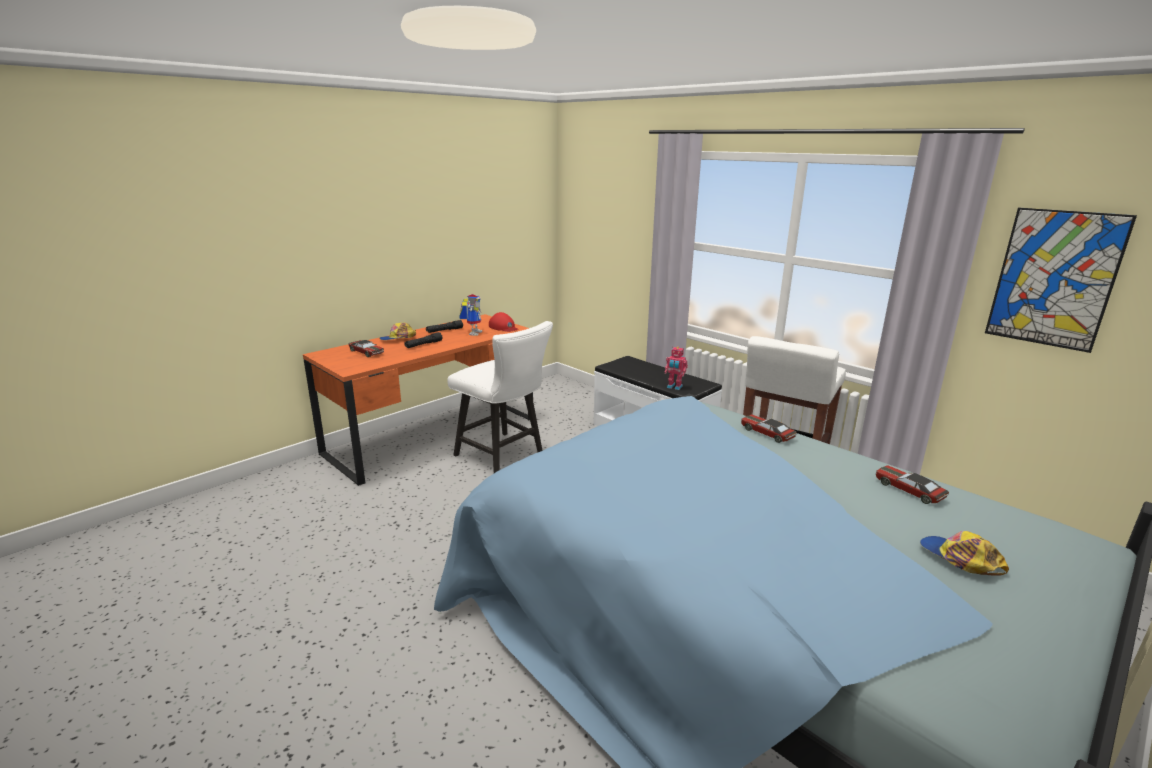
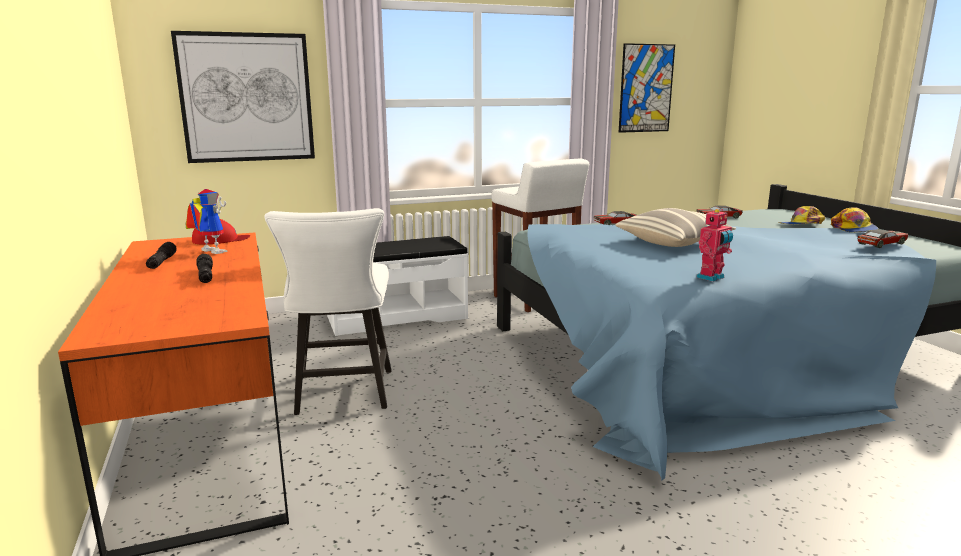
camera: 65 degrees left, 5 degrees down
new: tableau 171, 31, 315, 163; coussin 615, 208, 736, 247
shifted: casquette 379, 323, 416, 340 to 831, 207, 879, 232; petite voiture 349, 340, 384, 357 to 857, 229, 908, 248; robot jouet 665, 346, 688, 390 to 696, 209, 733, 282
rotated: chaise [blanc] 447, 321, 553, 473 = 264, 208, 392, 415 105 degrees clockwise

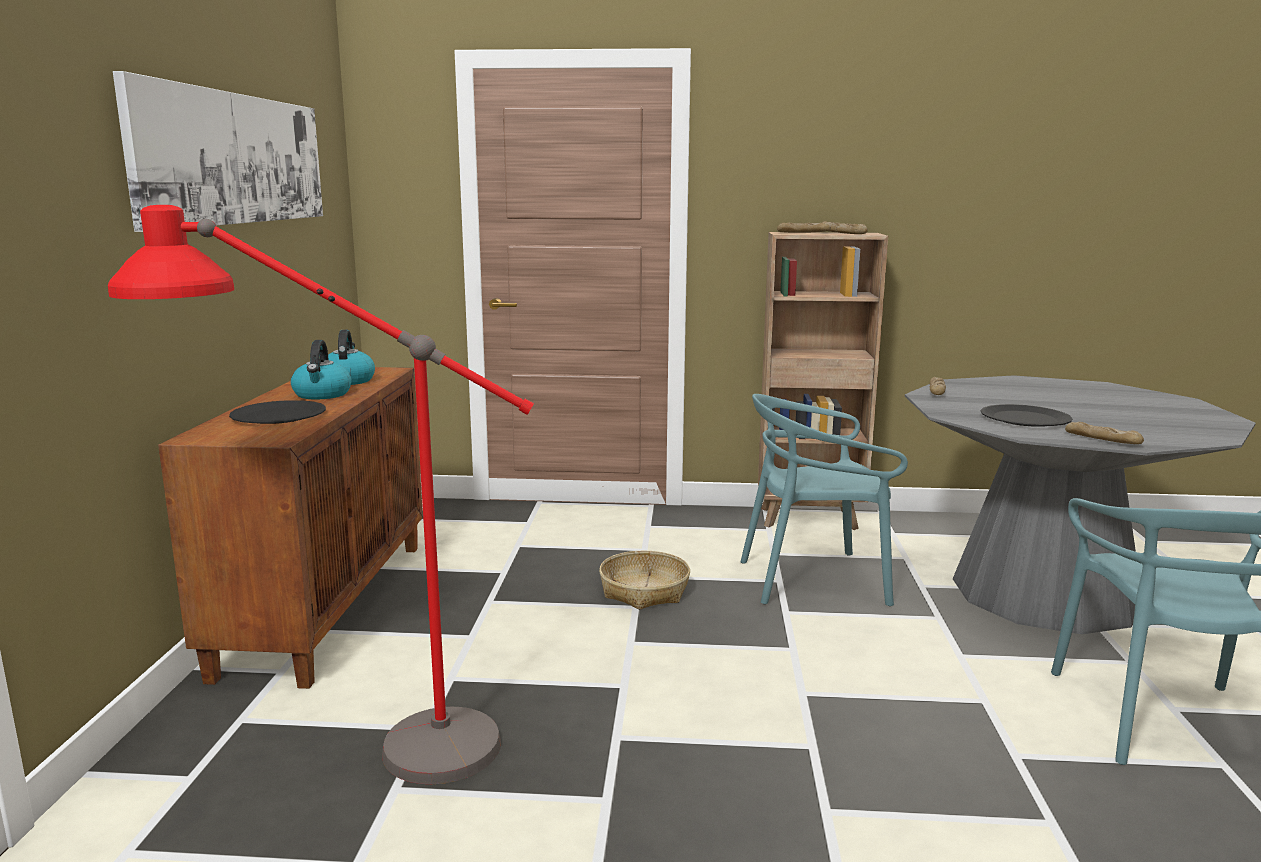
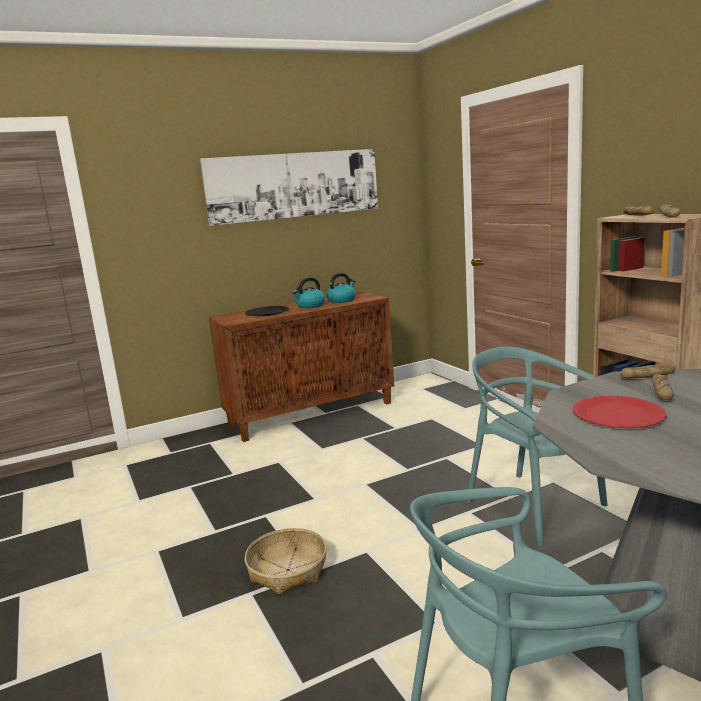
camera: 60 degrees right, 0 degrees up
gone: lampadaire [rouge] 108, 205, 534, 784
shifted: pain 1065, 422, 1144, 444 to 652, 374, 674, 400; panier 599, 551, 690, 610 to 245, 528, 327, 595
repainted: assiette [noir] 981, 404, 1073, 427 to assiette [rouge] 573, 396, 667, 428

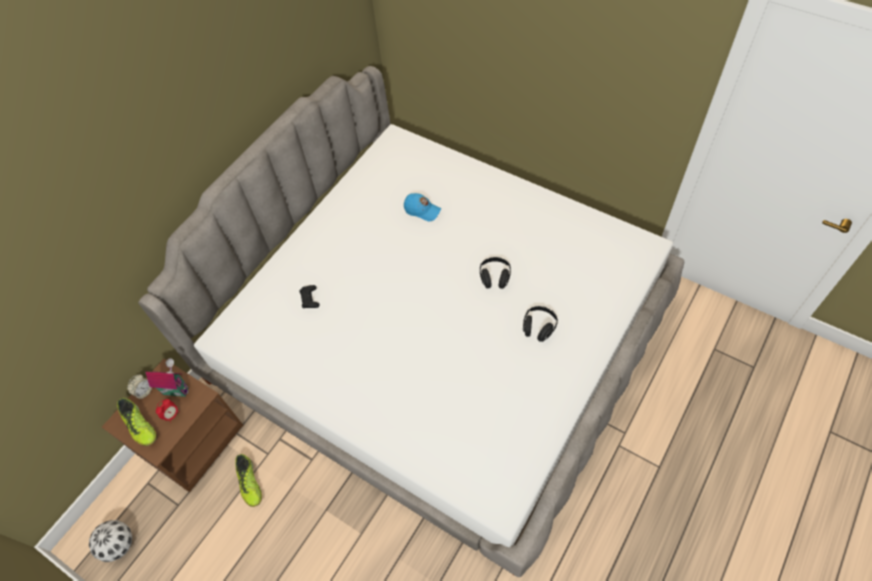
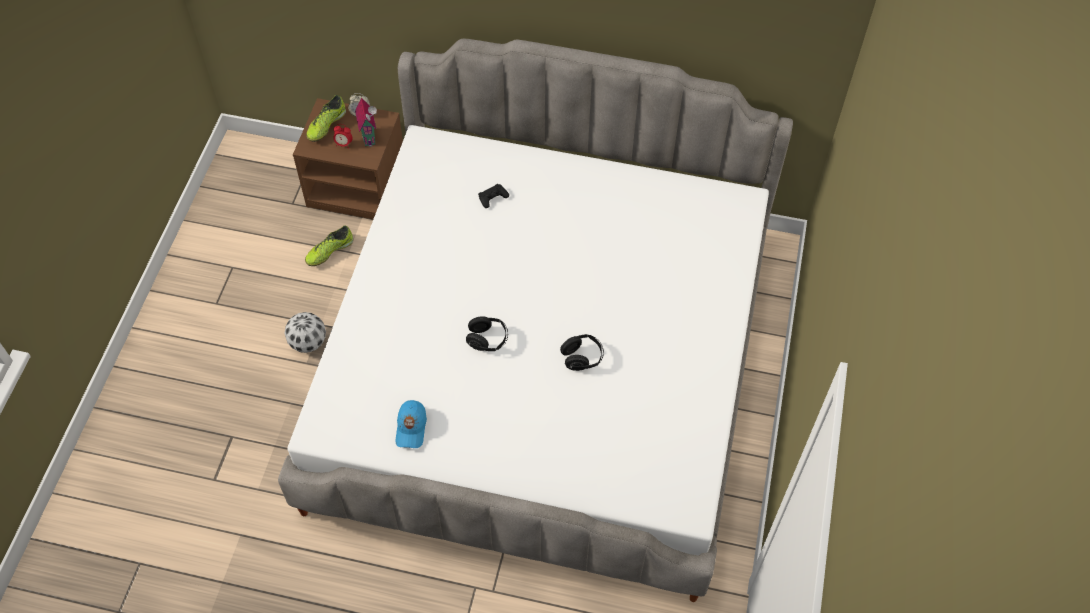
camera: 65 degrees right, 0 degrees up
shifted: casquette [bleu] 404, 193, 441, 222 to 396, 400, 427, 448; casque audio [noir] 523, 306, 558, 342 to 466, 316, 508, 351; ballon de foot 89, 520, 132, 562 to 285, 312, 326, 353

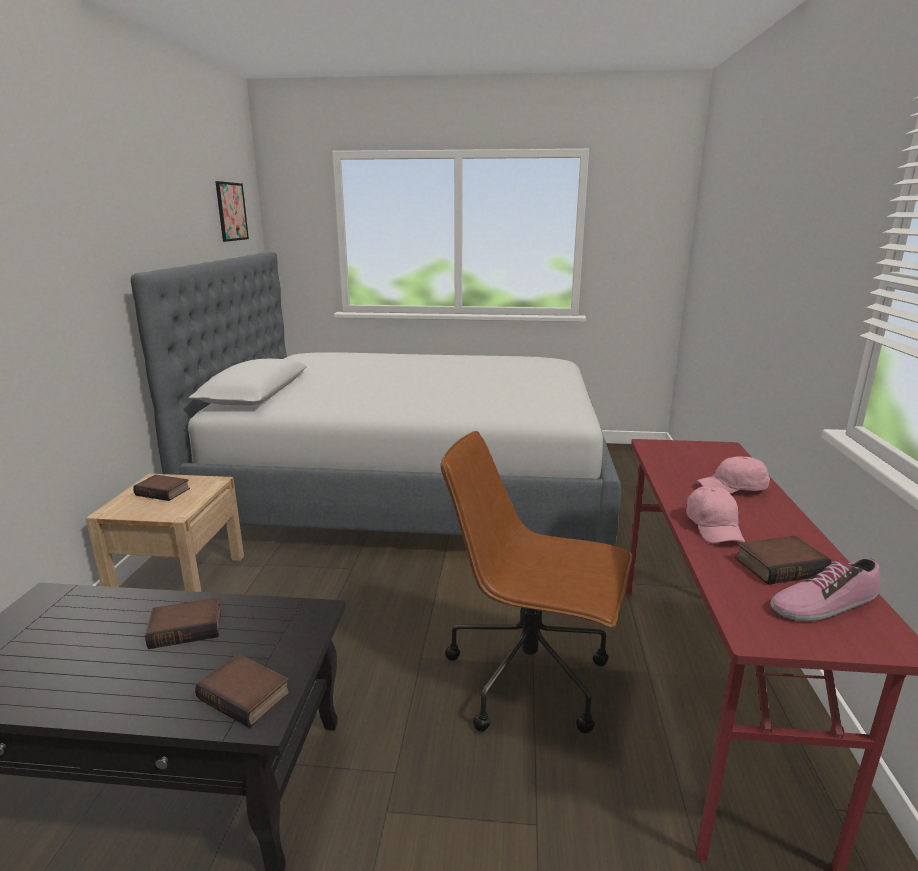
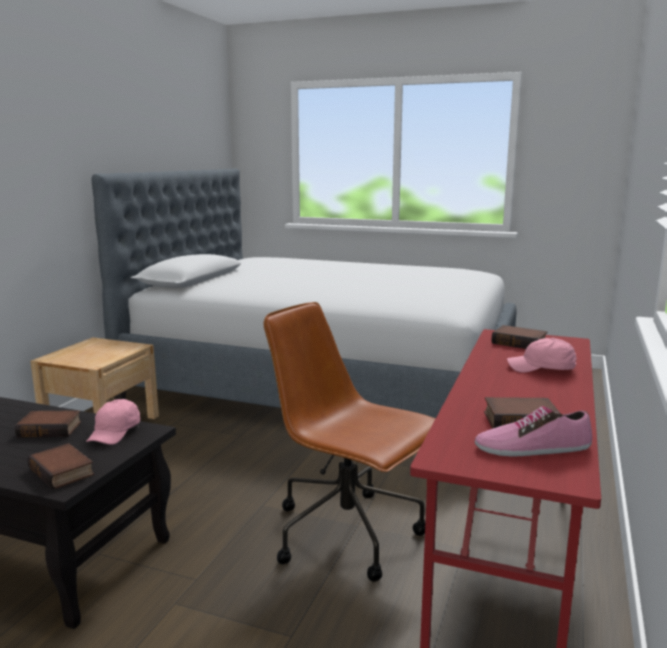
camera: 15 degrees right, 5 degrees down
gone: tableau 215, 181, 249, 242
shifted: livre 133, 475, 190, 501 to 491, 325, 548, 349; casquette [rose] 686, 486, 745, 543 to 86, 399, 140, 445

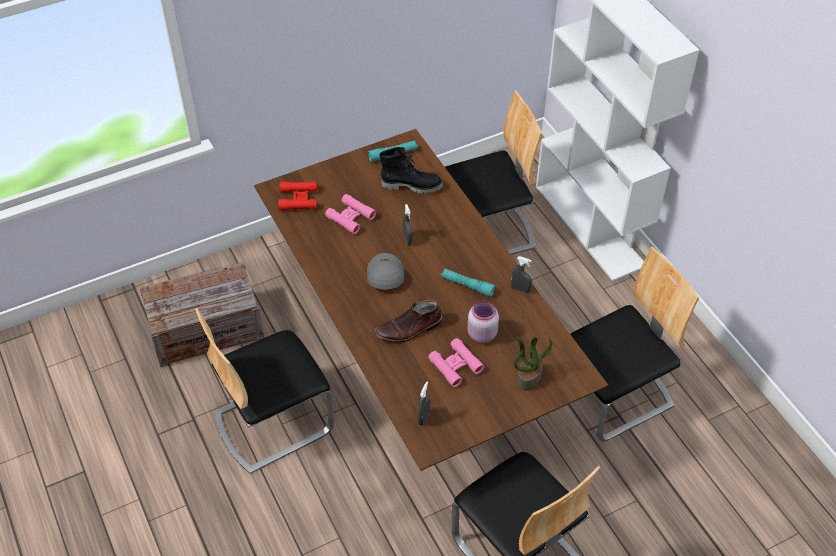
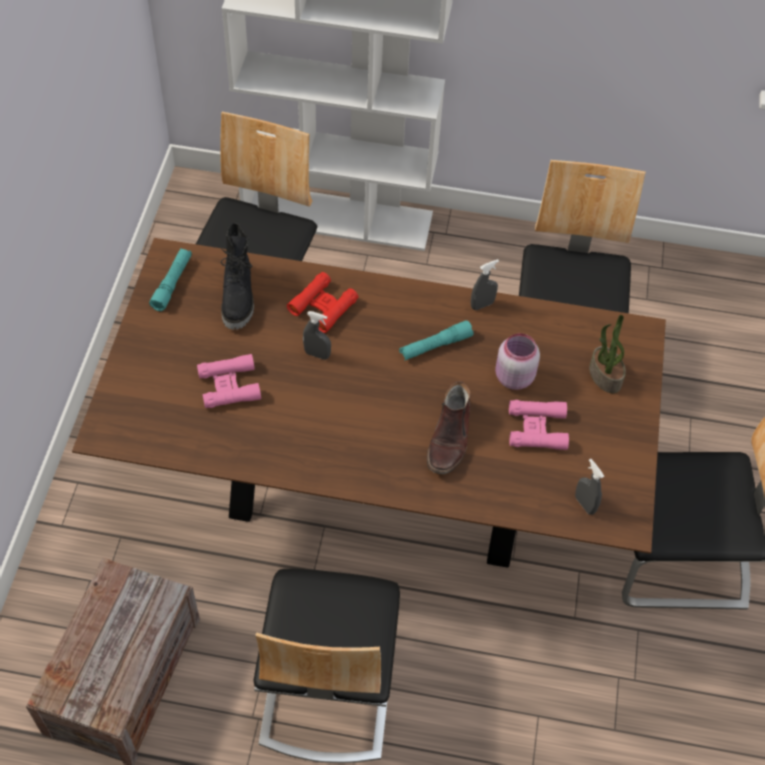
camera: 55 degrees left, 5 degrees up
gone: casquette [gris] 367, 253, 404, 290
shifted: jumelles [rouge] 278, 181, 318, 210 to 287, 272, 358, 333
rotated: botte [noir] 379, 147, 443, 194 = 221, 223, 254, 330 135 degrees clockwise

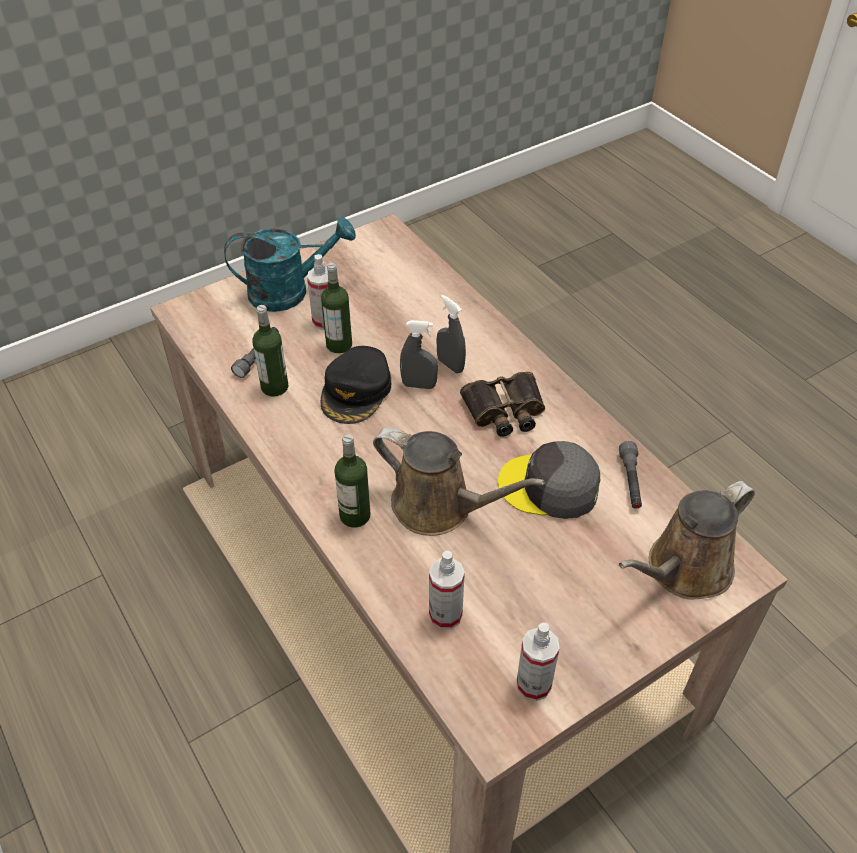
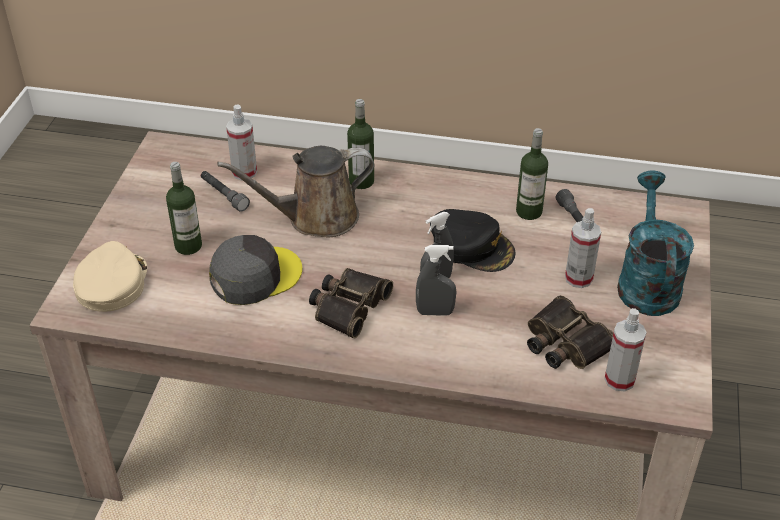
camera: 135 degrees right, 5 degrees down
new: jumelles 527, 295, 614, 369
shifted: bouteille 321, 263, 352, 353 to 166, 162, 202, 255; lampe de poche [gris] 619, 441, 642, 509 to 201, 171, 250, 212; vaporisateur 517, 622, 560, 701 to 604, 308, 647, 391
swapped: arrosoir [marron] 619, 481, 755, 600 to casquette [beige] 73, 241, 147, 312
rotated: arrosoir [turquoise] 224, 217, 356, 312 = 617, 170, 694, 316 150 degrees clockwise; casquette [noir] 321, 346, 391, 424 = 430, 209, 516, 272 150 degrees clockwise

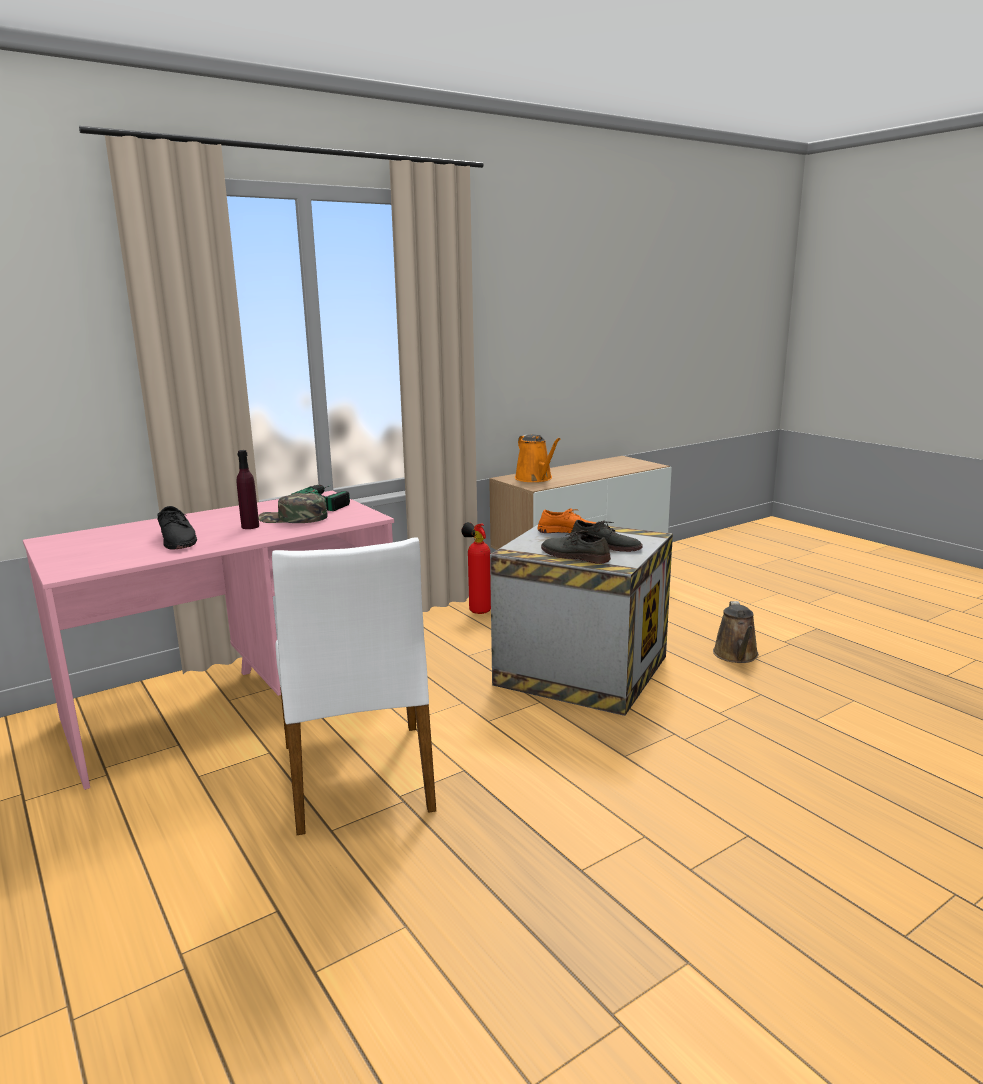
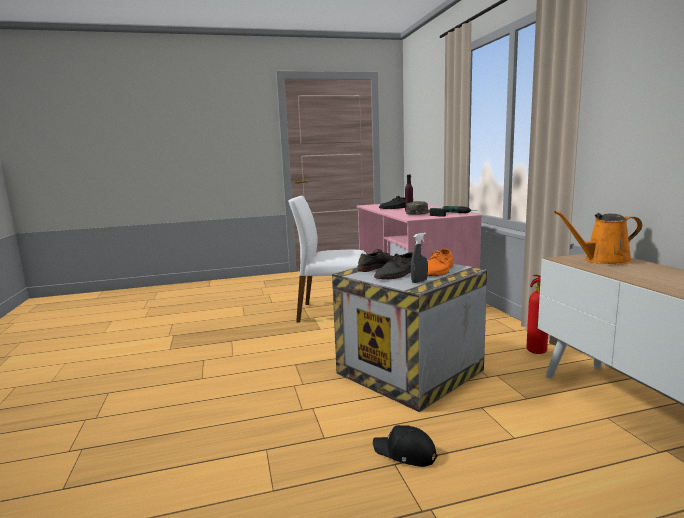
camera: 110 degrees right, 5 degrees down
new: vaporisateur [gris] 411, 233, 428, 283
swapped: arrosoir [marron] 713, 601, 759, 663 to casquette [noir] 373, 425, 437, 467

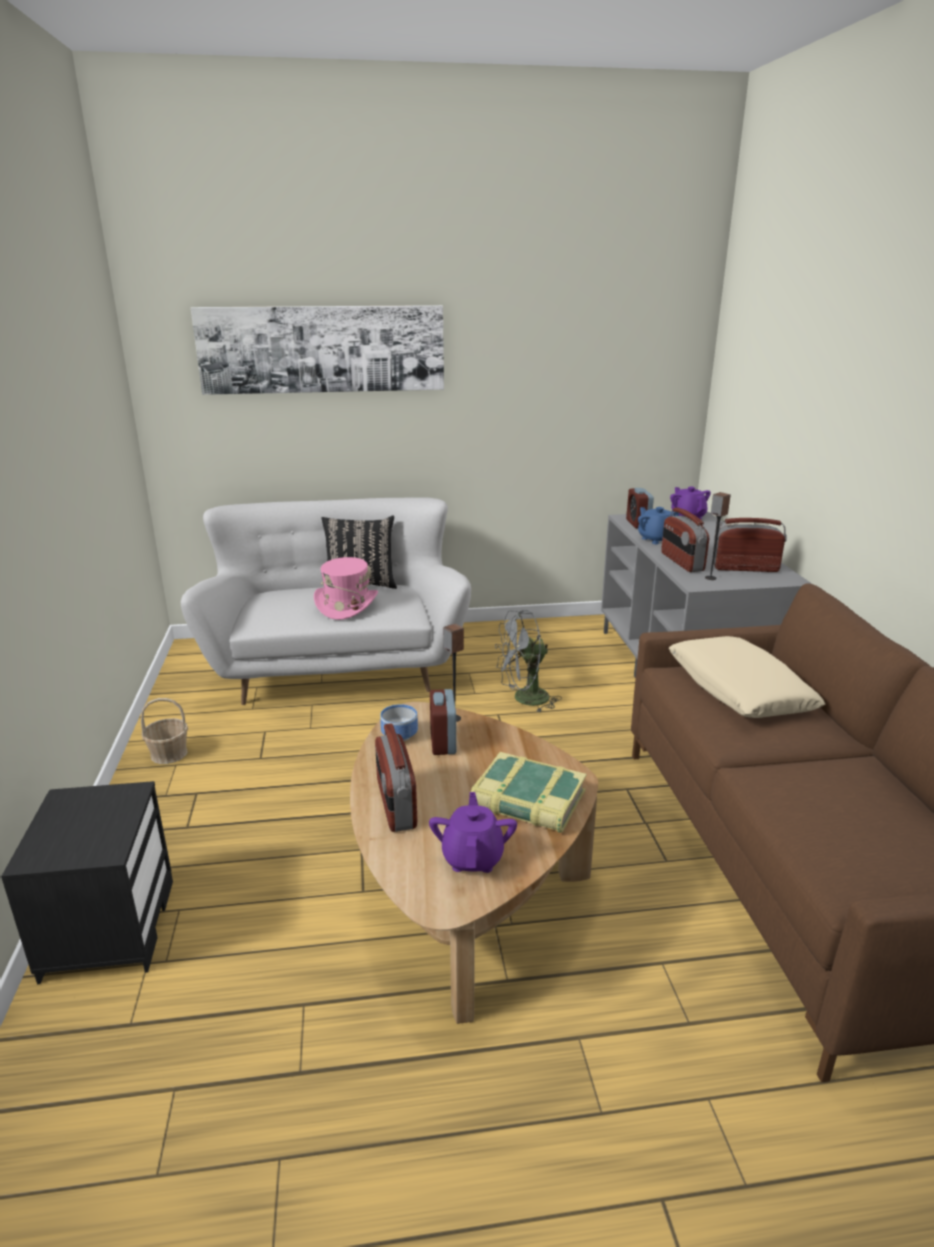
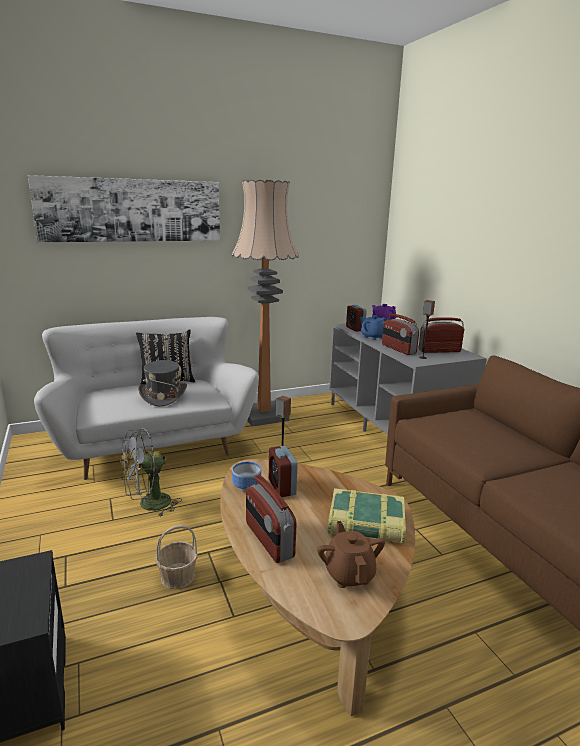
camera: 15 degrees left, 5 degrees down
gone: coussin [beige] 669, 636, 825, 718
new: lampadaire 232, 180, 299, 427
shifted: ventilateur [gris] 495, 610, 562, 713 to 120, 428, 182, 517; panier 141, 698, 188, 764 to 155, 525, 198, 589
repainted: chapeau [rose] 314, 557, 378, 620 to chapeau [gris] 138, 360, 187, 407; théière [violet] 429, 792, 517, 873 to théière [marron] 317, 521, 385, 588

